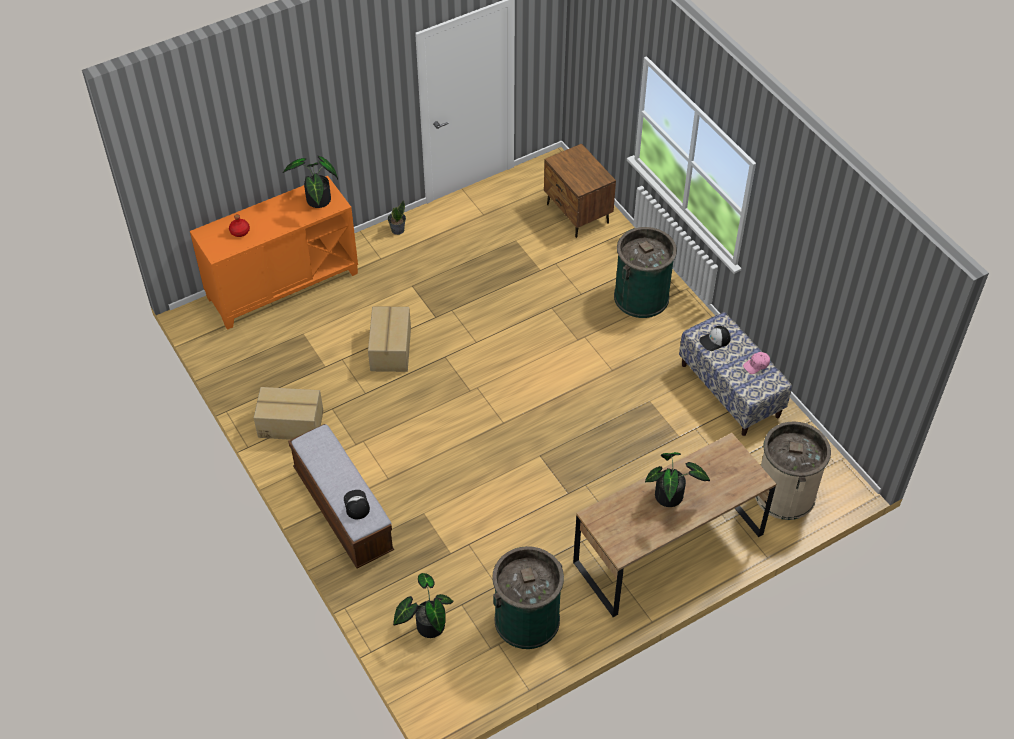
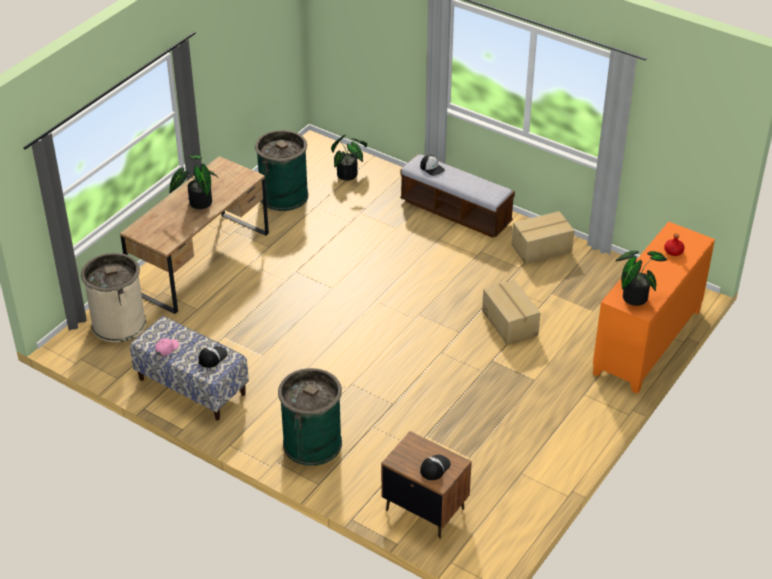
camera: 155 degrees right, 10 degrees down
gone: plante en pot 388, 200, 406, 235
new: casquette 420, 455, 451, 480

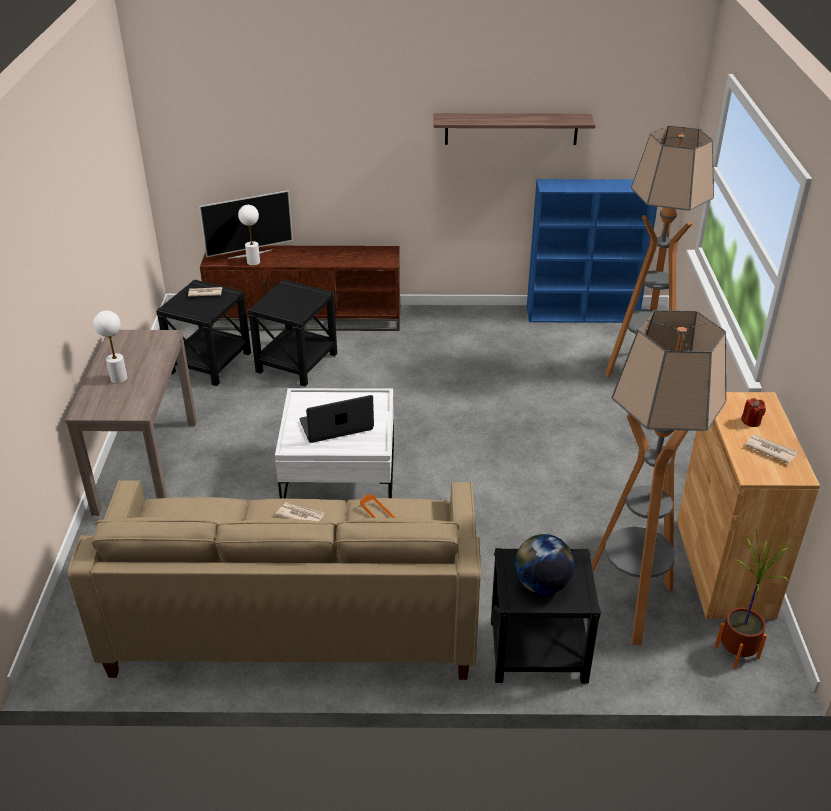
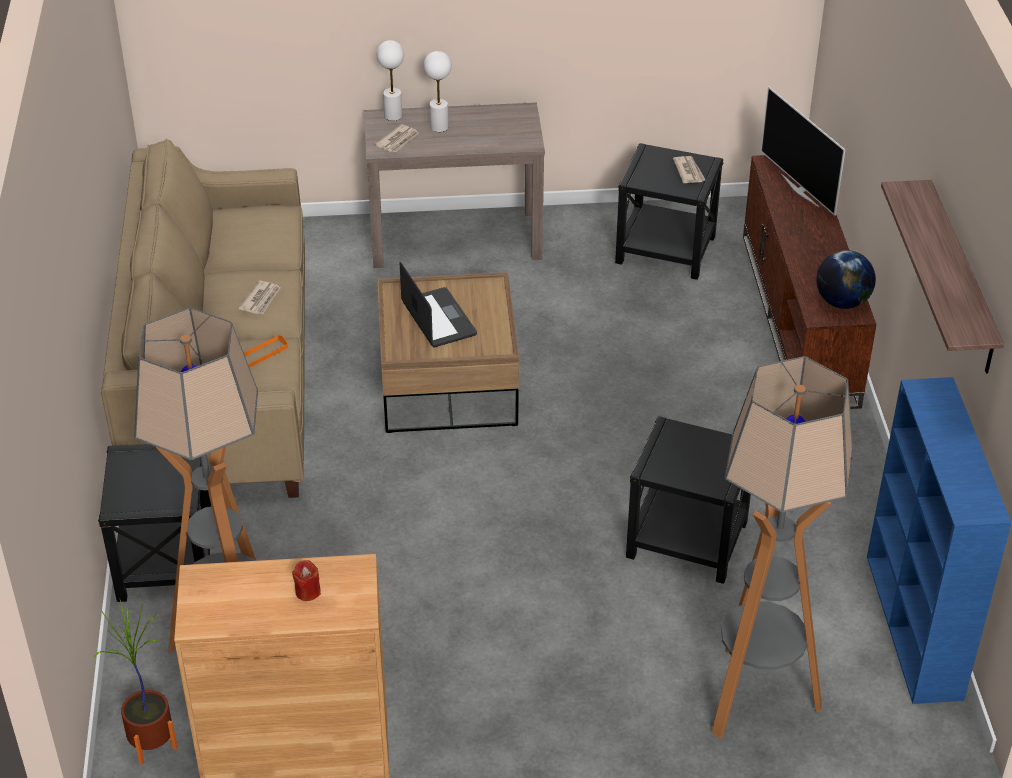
camera: 85 degrees right, 5 degrees up
shifted: lampe de table [blanc] 238, 205, 260, 266 to 377, 40, 404, 121; table d'appoint [noir] 248, 280, 337, 387 to 626, 416, 751, 584; journal 745, 435, 798, 464 to 375, 124, 419, 153; globe 515, 534, 575, 595 to 816, 250, 876, 309
repainted: table basse [blanc] 275, 388, 394, 499 to table basse [marron] 378, 272, 519, 433

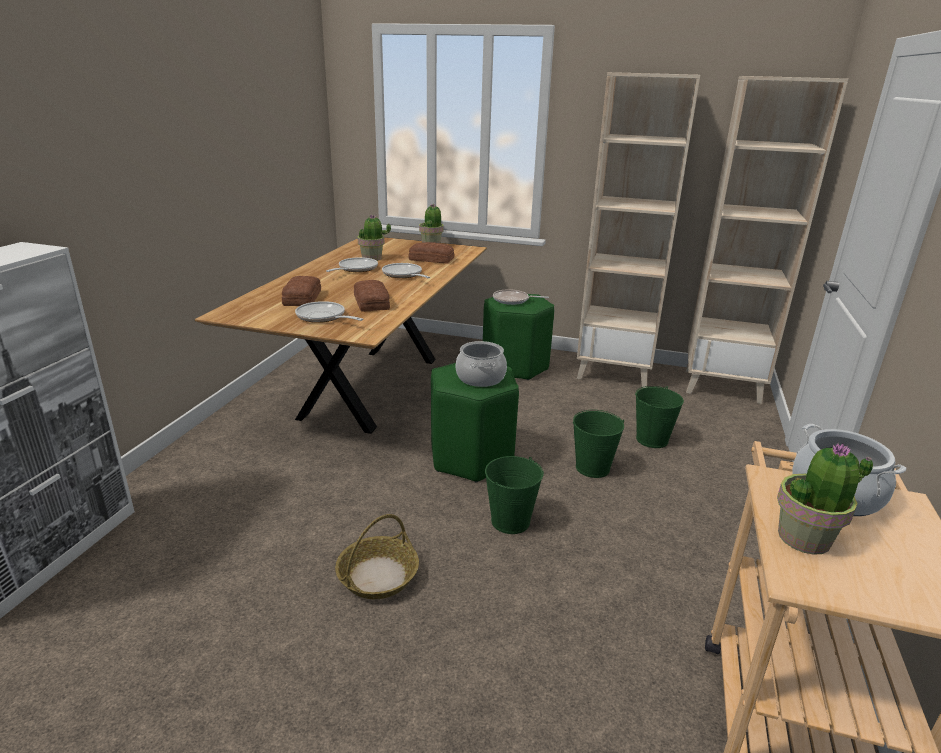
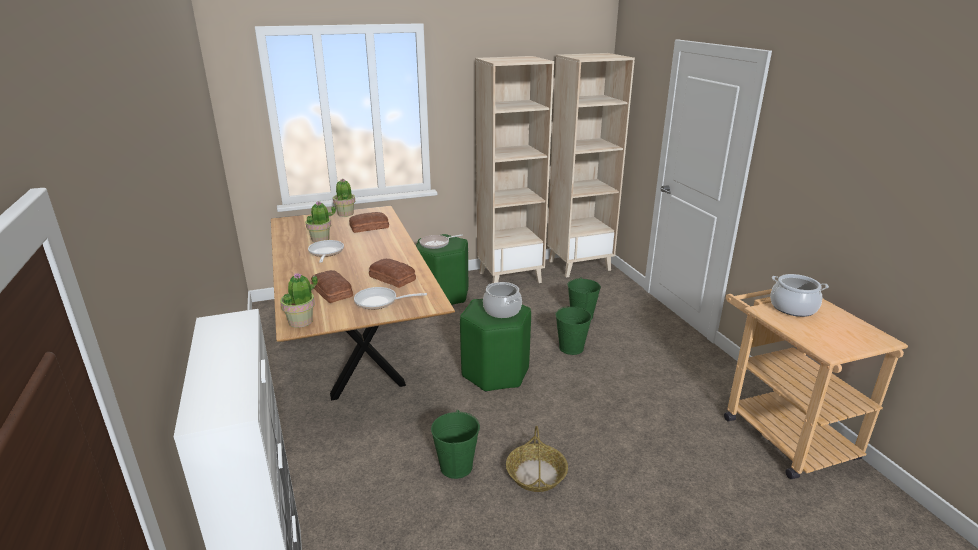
camera: 35 degrees left, 0 degrees up
gone: poêle 382, 263, 430, 278
shifted: plante en pot 777, 443, 873, 555 to 280, 273, 318, 328; seau [vert] 485, 456, 544, 534 to 431, 410, 480, 479

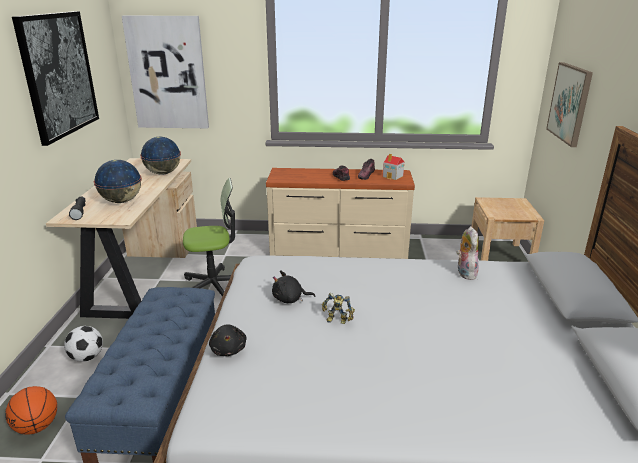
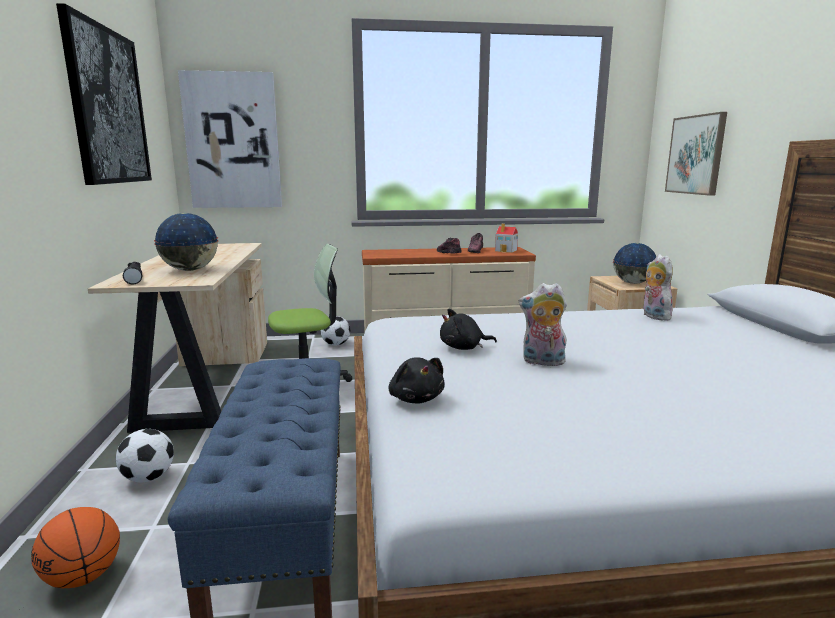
camera: 10 degrees left, 10 degrees down
new: ballon de foot 321, 316, 350, 346
shifted: globe 140, 137, 181, 175 to 613, 243, 656, 284
swapped: robot jouet 322, 293, 355, 324 to peluche 519, 283, 567, 366

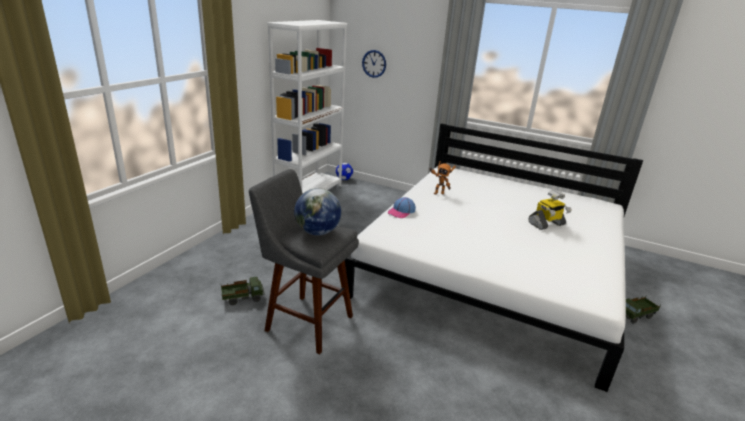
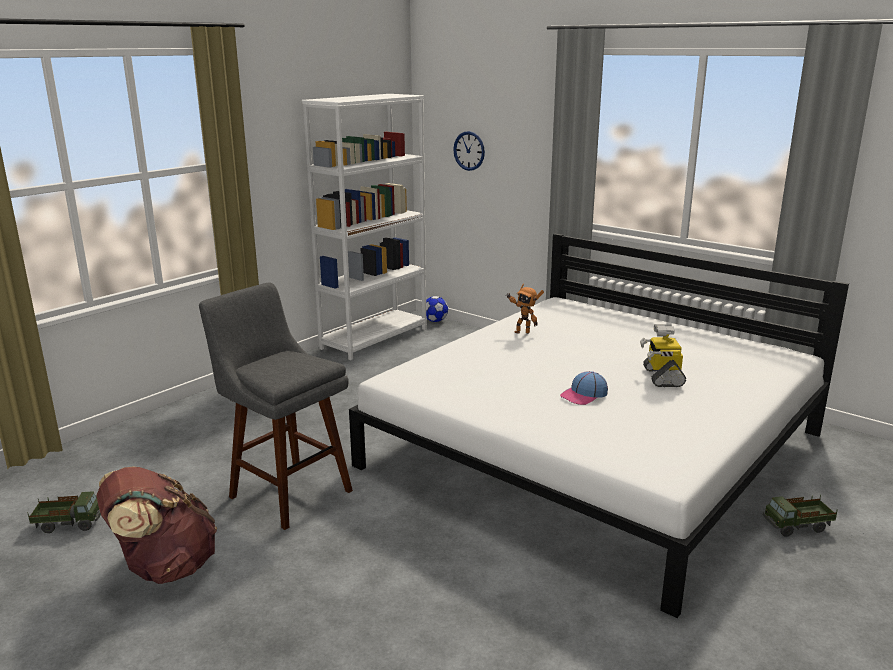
camera: 15 degrees right, 5 degrees down
gone: globe 294, 188, 341, 236
new: sac à dos [marron] 96, 467, 217, 584
shifted: casquette 387, 197, 416, 218 to 560, 371, 608, 405; camion jouet 221, 277, 265, 305 to 27, 491, 101, 533
rotated: robot jouet 528, 190, 572, 230 = 640, 324, 686, 387 105 degrees clockwise

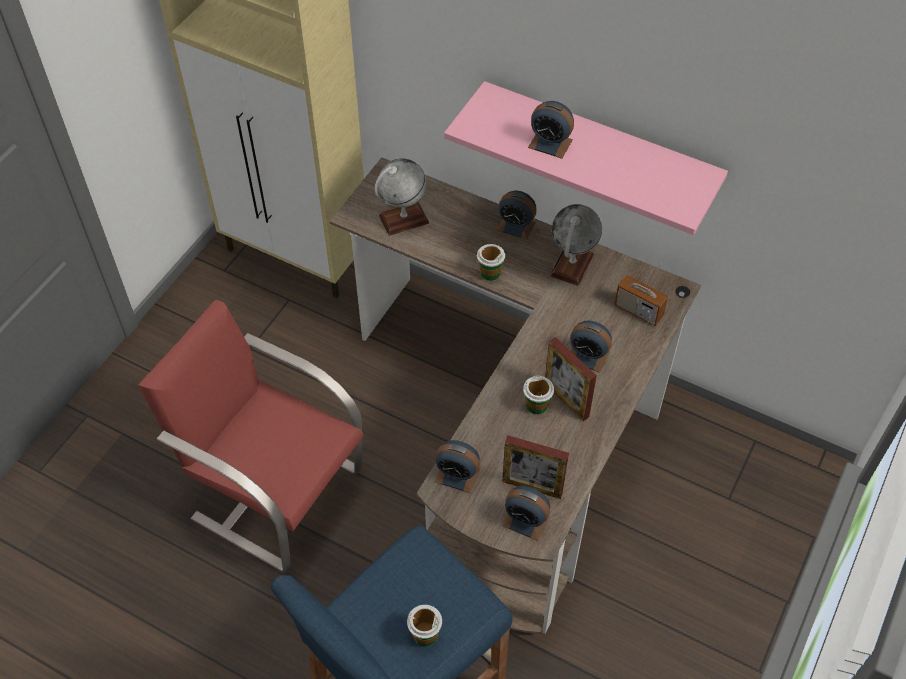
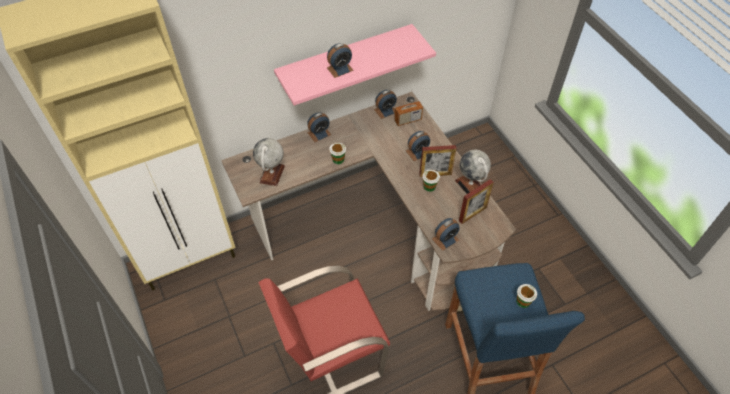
camera: 55 degrees left, 0 degrees up
shifted: globe 550, 204, 602, 286 to 455, 150, 491, 194; réveil 502, 486, 550, 541 to 374, 90, 397, 119

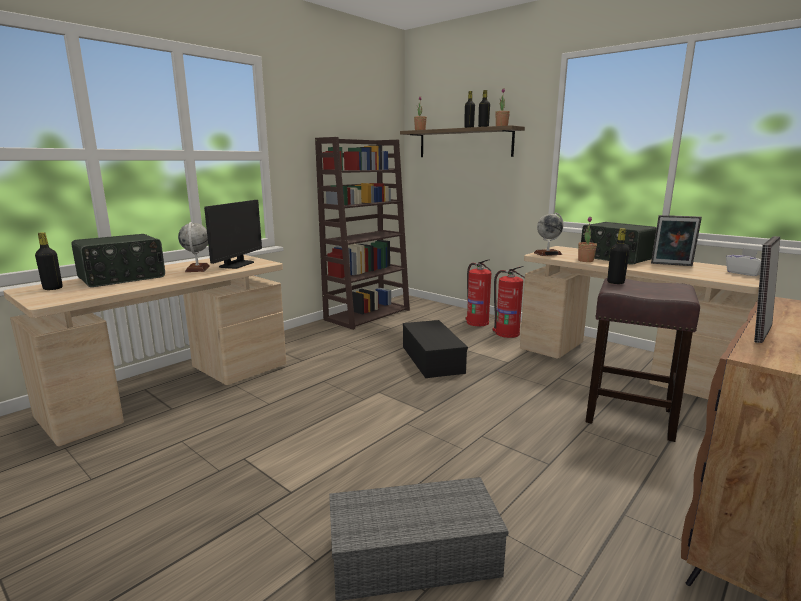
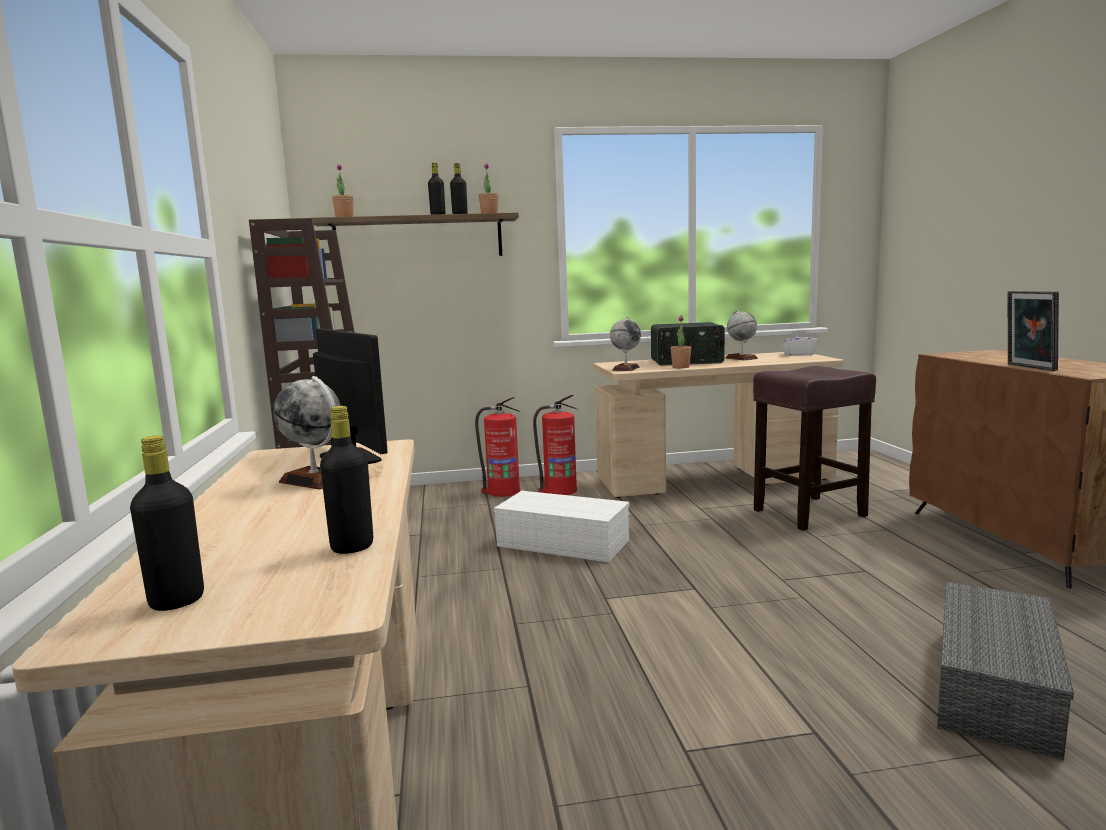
camera: 50 degrees left, 5 degrees down
gone: radio 71, 234, 165, 287
shifted: bouteille [noir] 607, 228, 630, 284 to 320, 406, 373, 554
swapped: cadre photo 651, 215, 702, 266 to globe 726, 310, 758, 360
repainted: boîte de rangement [noir] 403, 320, 468, 378 to boîte de rangement [blanc] 494, 491, 630, 562

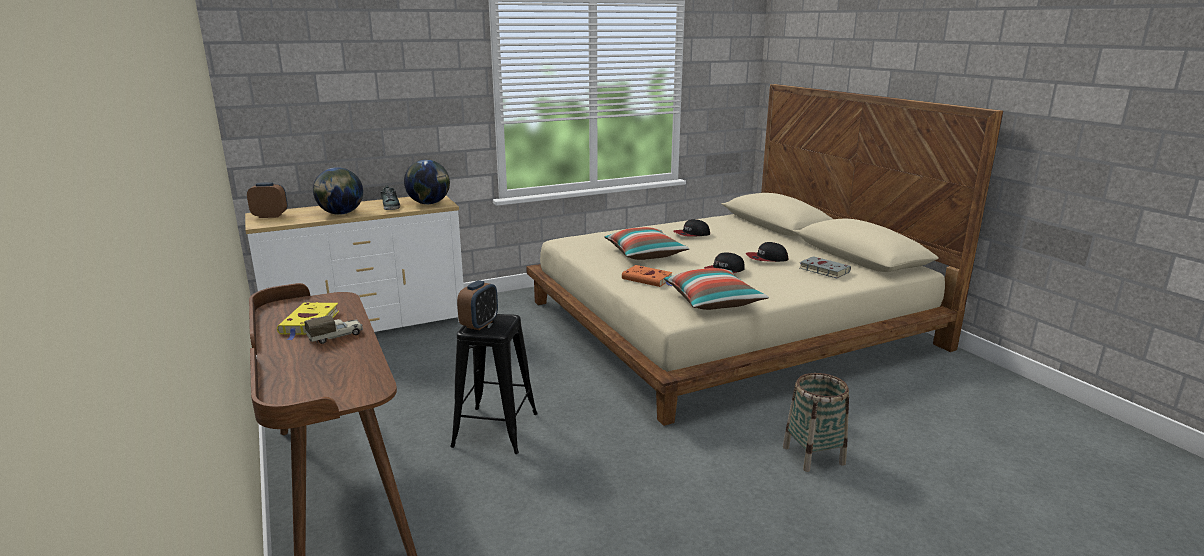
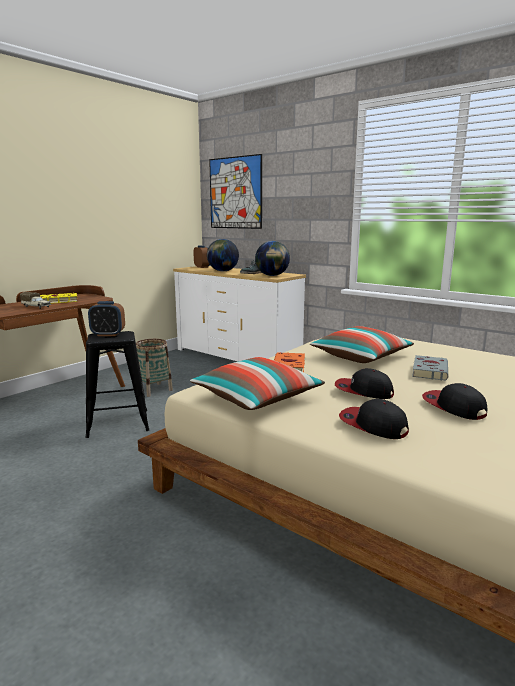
camera: 65 degrees right, 5 degrees down
new: tableau 209, 154, 262, 229
shifted: casquette 673, 219, 710, 237 to 339, 399, 409, 439; livre [gris] 800, 256, 851, 278 to 412, 355, 448, 380; panier 783, 373, 849, 472 to 136, 339, 173, 397

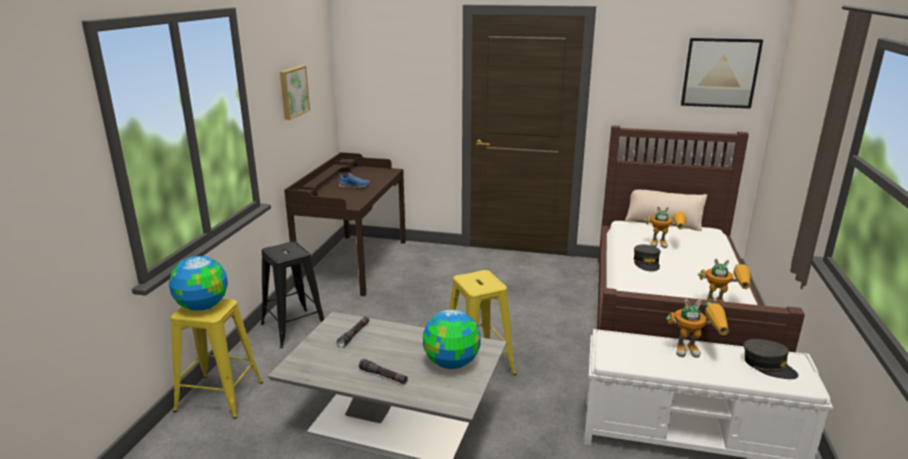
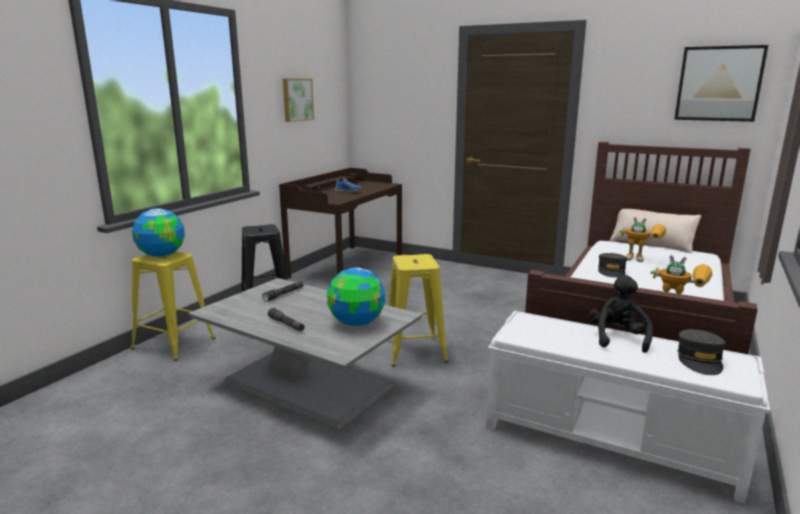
camera: 15 degrees right, 5 degrees down
swapped: robot jouet 666, 299, 729, 358 to peluche [noir] 590, 275, 653, 353
rotated: casquette [gris] 744, 339, 798, 379 = 677, 329, 726, 375 45 degrees clockwise

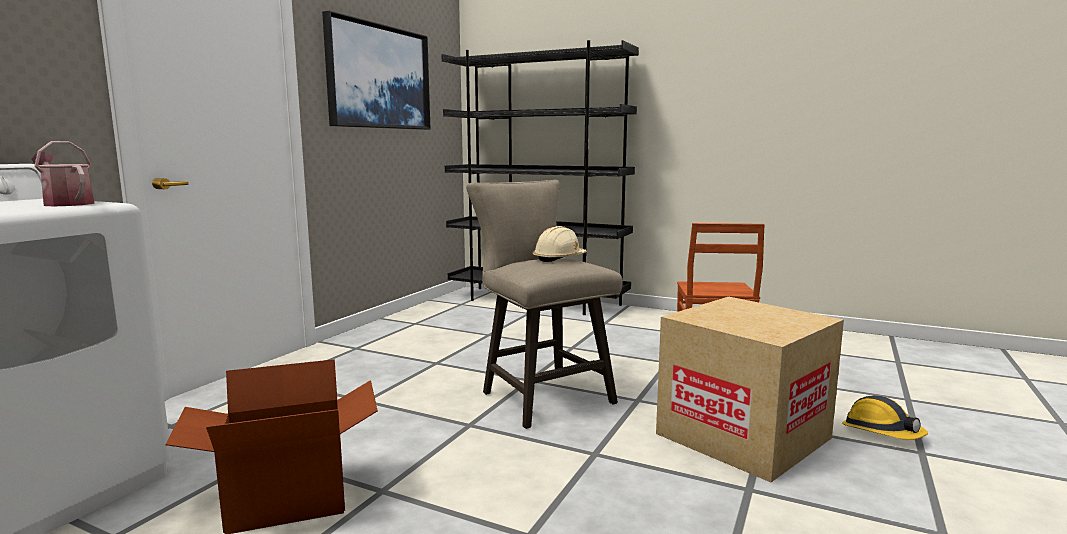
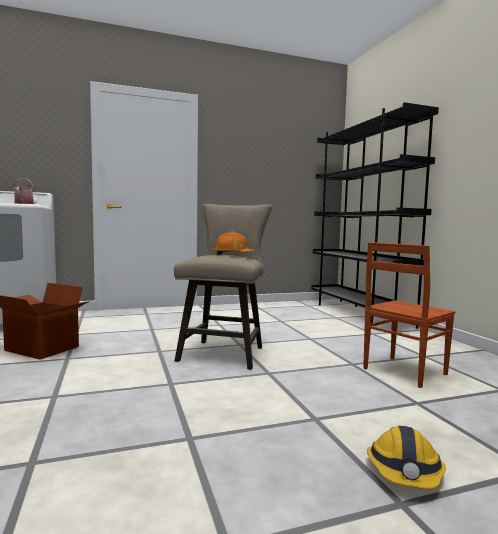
camera: 45 degrees right, 5 degrees down
gone: tableau 322, 11, 430, 130; carton 656, 297, 844, 482
repainted: casque de chantier [beige] 533, 226, 586, 262 to casque de chantier [orange] 213, 232, 254, 255

